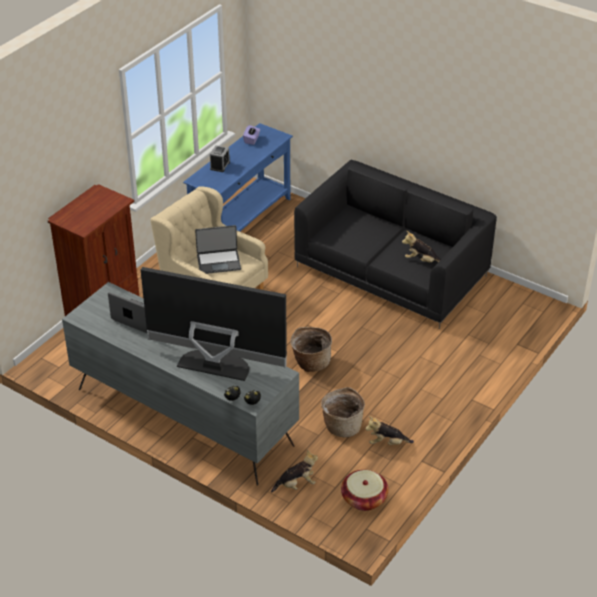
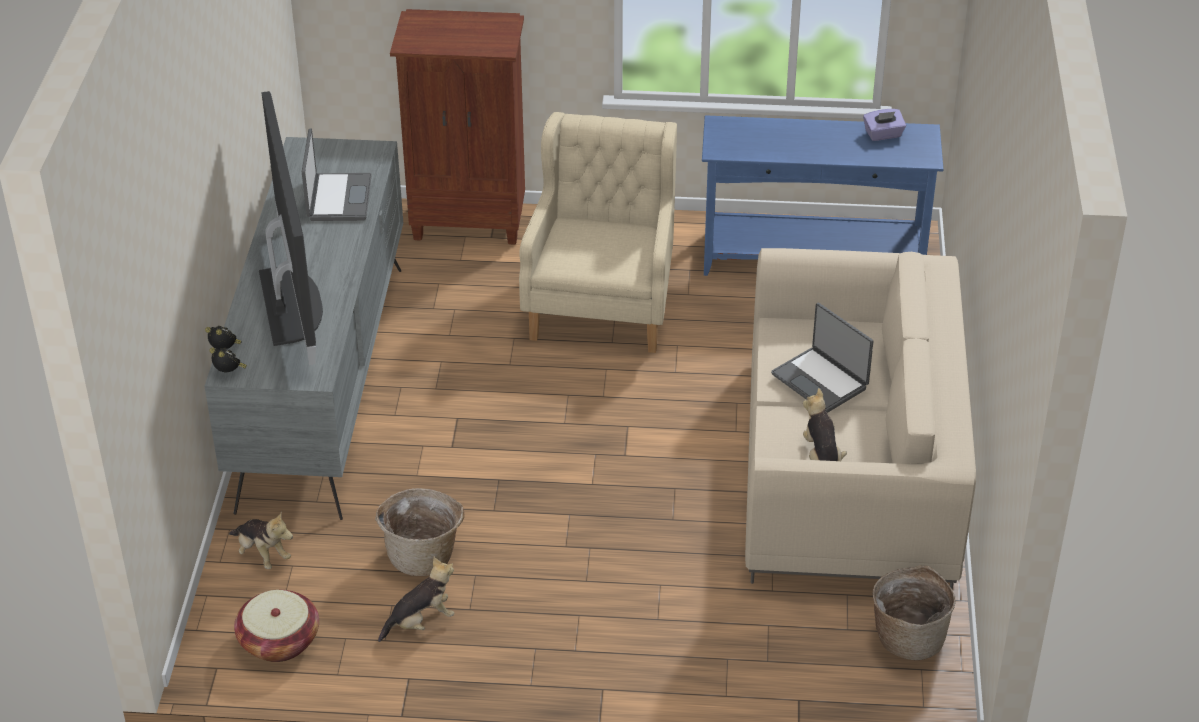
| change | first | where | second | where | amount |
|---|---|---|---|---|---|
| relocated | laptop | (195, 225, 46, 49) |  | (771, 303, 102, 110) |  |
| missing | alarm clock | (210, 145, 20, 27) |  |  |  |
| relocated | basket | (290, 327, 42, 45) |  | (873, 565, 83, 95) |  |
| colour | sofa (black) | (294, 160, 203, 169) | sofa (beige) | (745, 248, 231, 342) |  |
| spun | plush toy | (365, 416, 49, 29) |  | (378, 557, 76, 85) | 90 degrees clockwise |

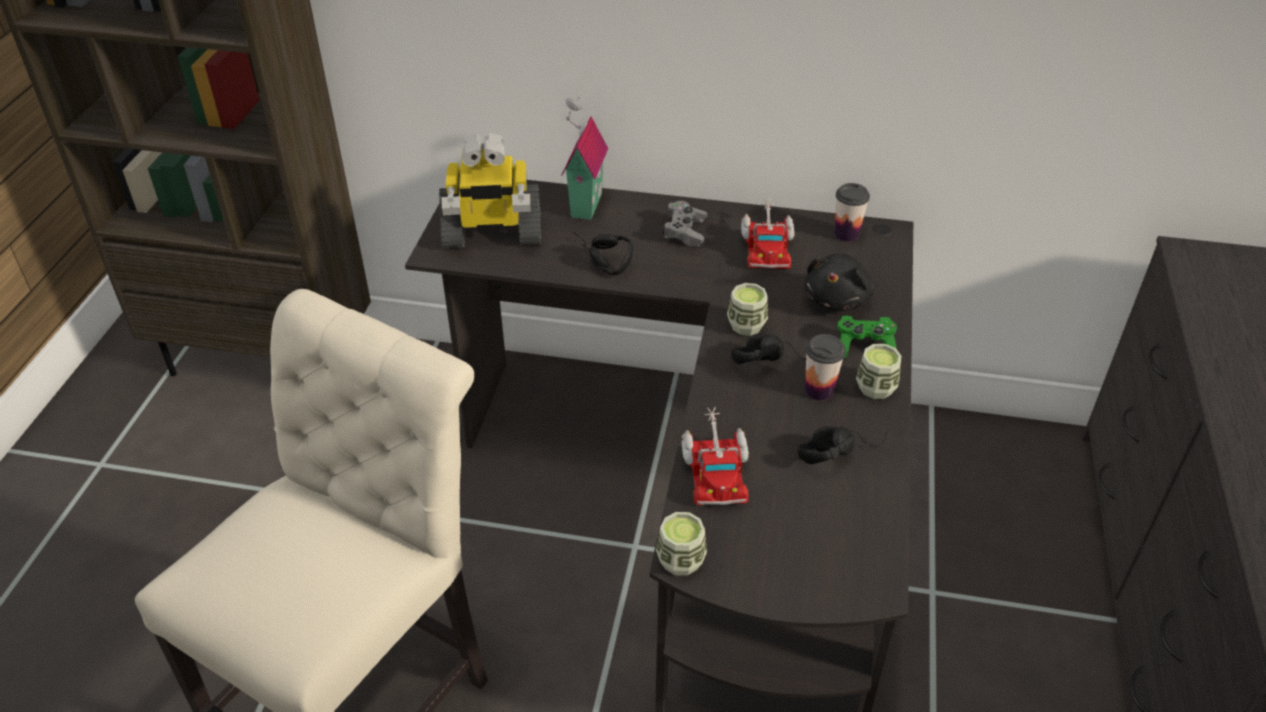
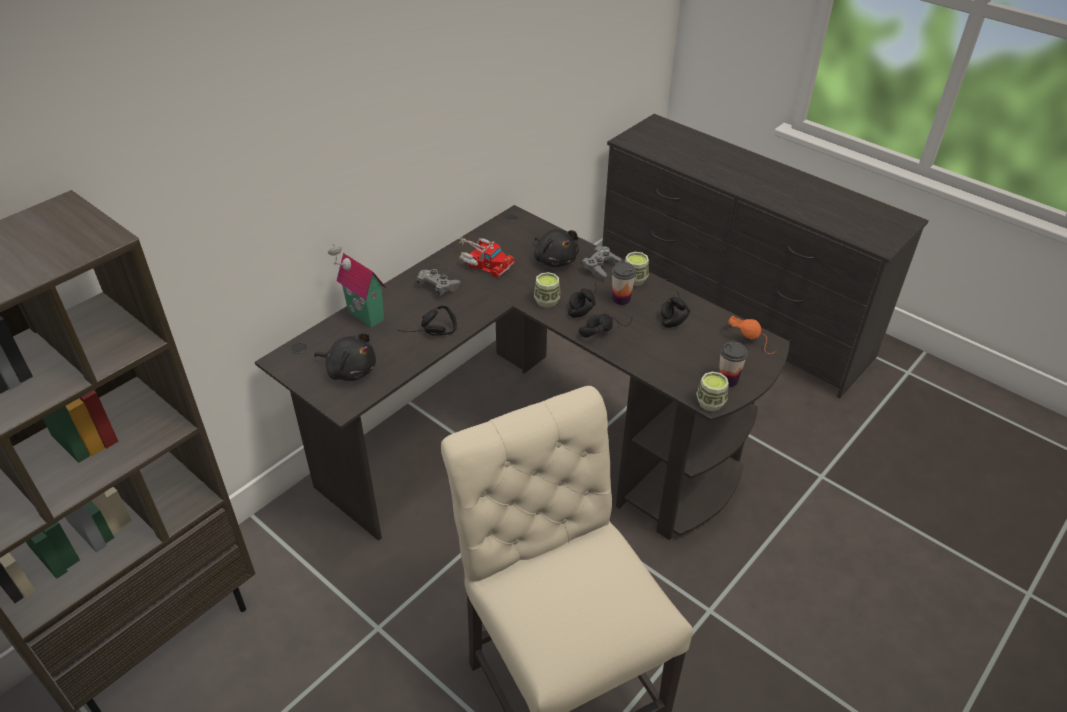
| change | first | where | second | where | amount |
|---|---|---|---|---|---|
| exchanged | toy robot | (439, 132, 102, 116) | plush toy (black) | (314, 333, 62, 48) |  |
| missing | toy truck | (681, 407, 68, 98) |  |  |  |
| relocated | cup | (834, 183, 36, 59) |  | (719, 341, 29, 46) |  |
| colour | game controller (green) | (837, 316, 60, 42) | game controller (grey) | (581, 246, 40, 34) |  |
| appeared |  |  | headphones (black) | (579, 314, 53, 24) |  |
| appeared |  |  | headphones (orange) | (728, 316, 48, 38) |  |

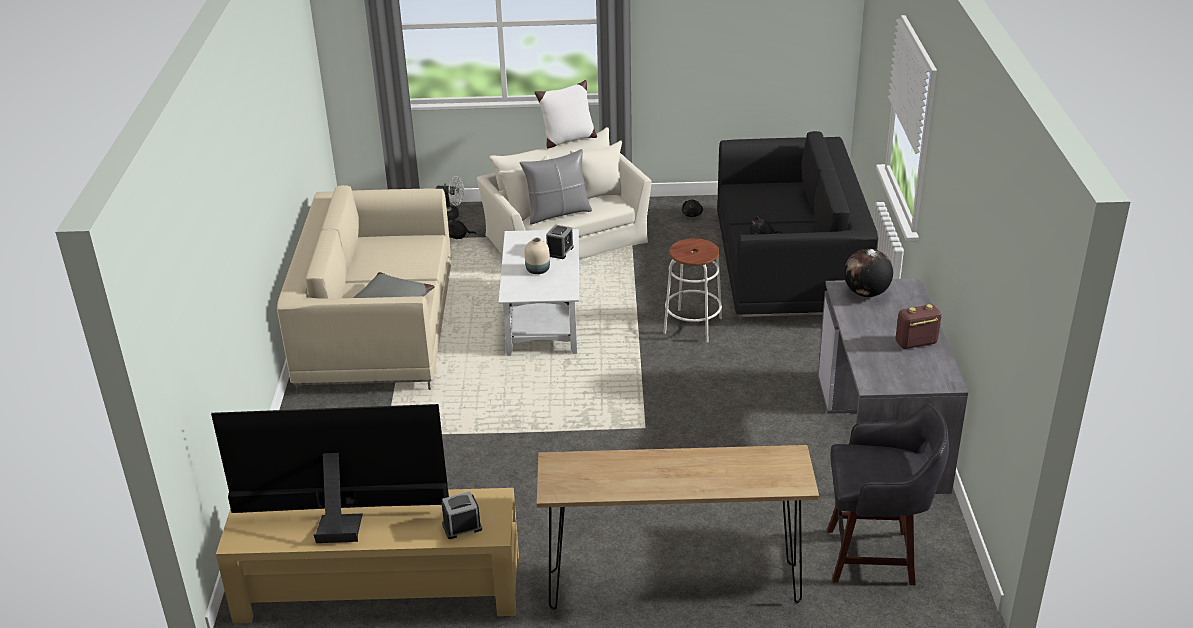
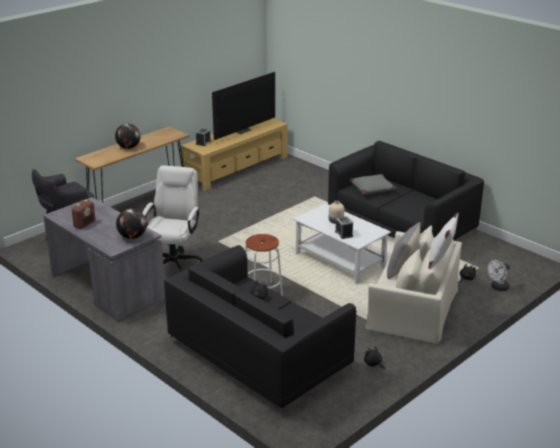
| change | first | where | second | where | amount |
|---|---|---|---|---|---|
| colour | sofa (beige) | (277, 185, 175, 209) | sofa (black) | (328, 141, 156, 100) |  |
| appeared |  |  | globe | (115, 124, 25, 25) |  |
| appeared |  |  | office chair (white) | (142, 166, 62, 106) |  |

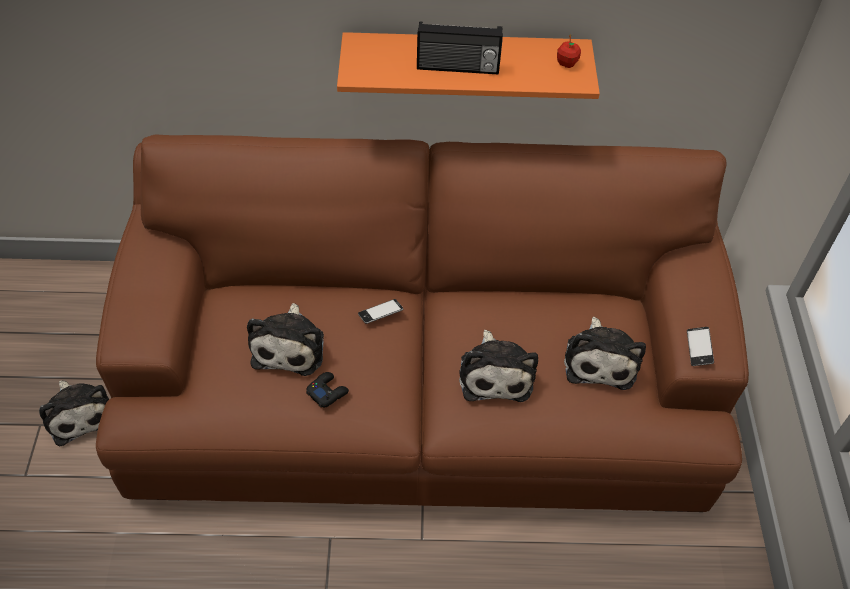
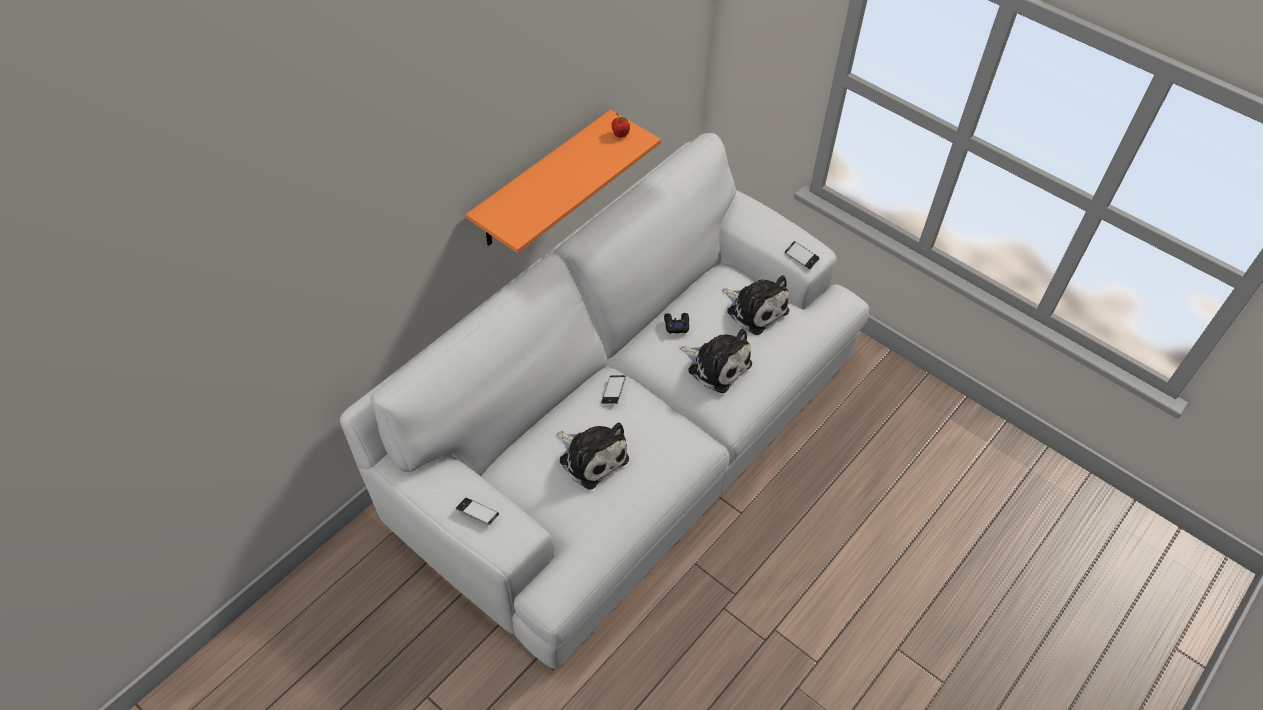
| change | first | where | second | where | amount |
|---|---|---|---|---|---|
| missing | plush toy | (39, 380, 70, 66) |  |  |  |
| colour | sofa (brown) | (96, 135, 653, 377) | sofa (white) | (340, 133, 529, 537) |  |
| relocated | game controller (black) | (306, 372, 43, 36) |  | (664, 313, 25, 20) |  |
| missing | radio | (417, 21, 86, 53) |  |  |  |
| appeared |  |  | phone | (456, 498, 43, 27) |  |

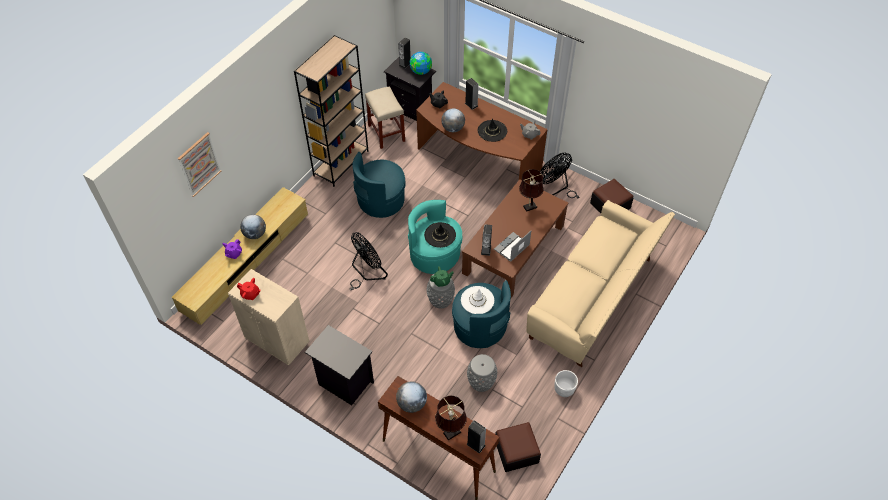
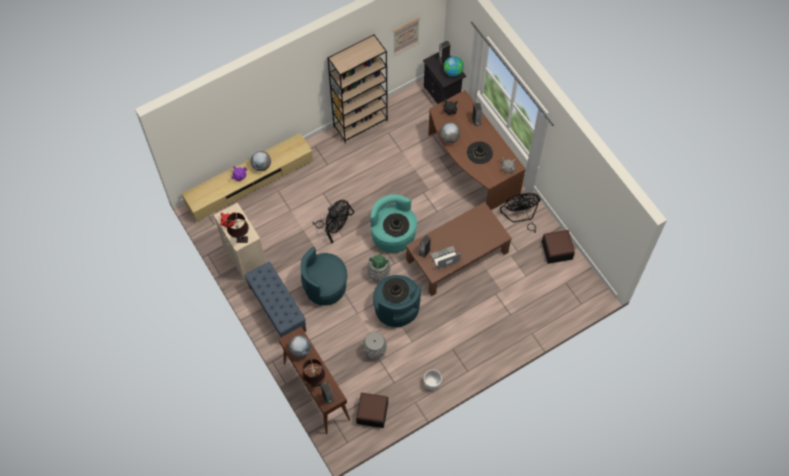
| change | first | where | second | where | amount |
|---|---|---|---|---|---|
| relocated | picture | (178, 132, 43, 65) |  | (393, 17, 27, 39) |  |
| exchanged | nightstand (black) | (305, 325, 69, 81) | bench (blue) | (244, 261, 62, 76) |  |
| spun | fan (black) | (350, 232, 38, 58) |  | (312, 200, 42, 43) | 45 degrees clockwise |
| relocated | armchair (turquoise) | (352, 152, 54, 66) |  | (301, 246, 46, 60) |  |
| missing | stool (beige) | (365, 86, 40, 63) |  |  |  |
| colour | hat (white) | (461, 286, 33, 28) | hat (black) | (382, 278, 27, 25) |  |
| relocated | table lamp (brown) | (519, 169, 25, 43) |  | (227, 213, 22, 30) |  |
| missing | sofa (beige) | (527, 200, 148, 167) |  |  |  |

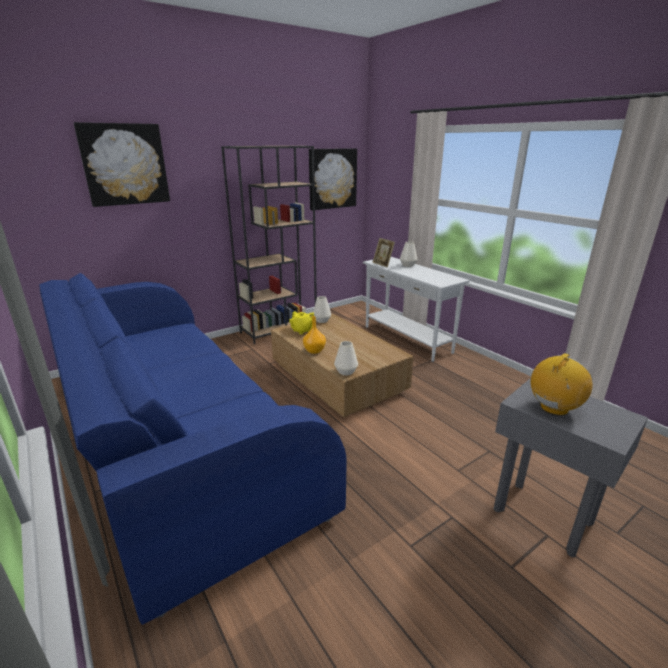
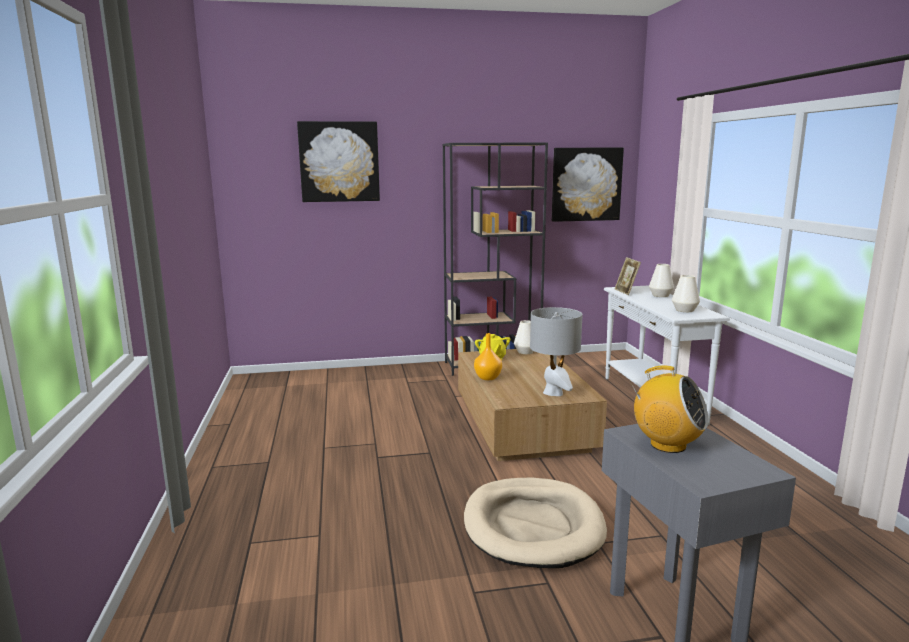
| change | first | where | second | where | amount |
|---|---|---|---|---|---|
| missing | sofa (blue) | (39, 273, 308, 352) |  |  |  |
| relocated | vase (white) | (334, 341, 24, 35) |  | (672, 275, 28, 37) |  |
| spun | radio | (530, 353, 62, 63) |  | (629, 365, 80, 88) | 45 degrees clockwise |
| appeared |  |  | dog bed (beige) | (464, 478, 143, 90) |  |
| appeared |  |  | table lamp (grey) | (530, 307, 53, 89) |  |

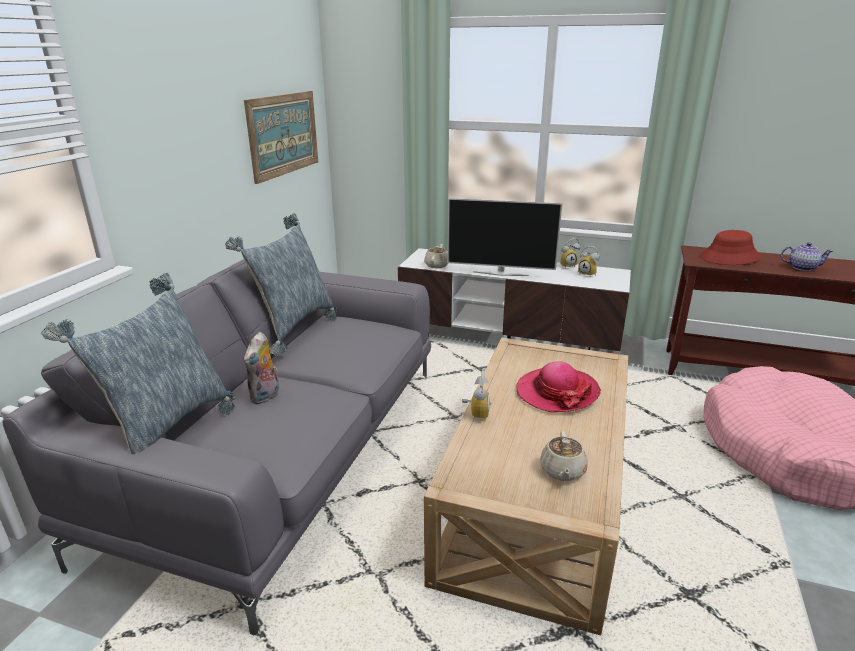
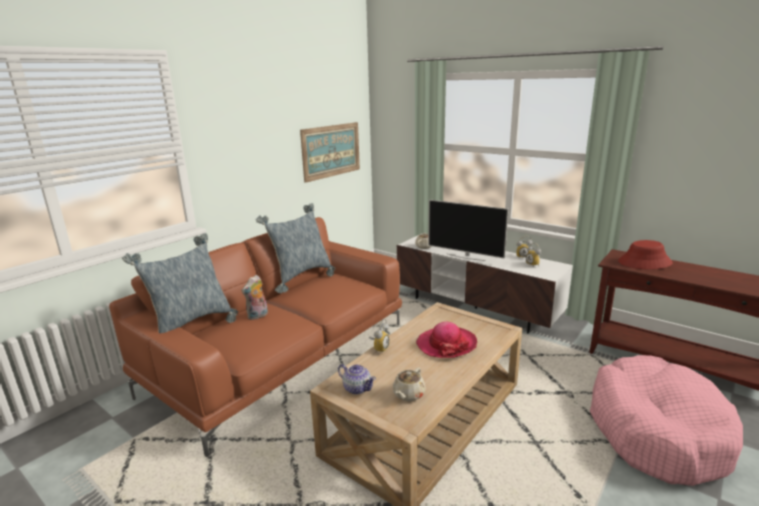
| change | first | where | second | where | amount |
|---|---|---|---|---|---|
| colour | sofa (grey) | (3, 259, 428, 376) | sofa (brown) | (109, 217, 293, 240) |  |
| relocated | teapot | (781, 242, 52, 29) |  | (338, 364, 38, 31) |  |

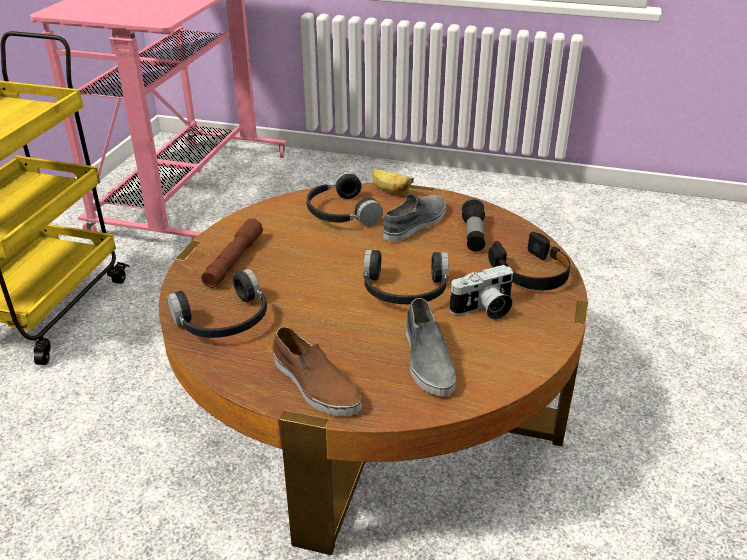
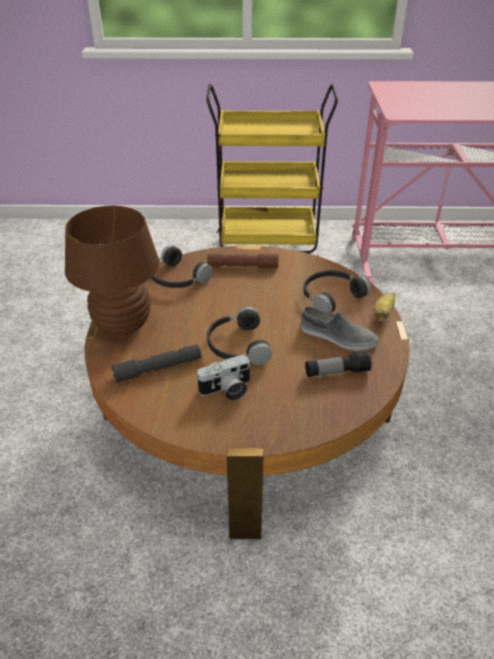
| change | first | where | second | where | amount |
|---|---|---|---|---|---|
| exchanged | shoe (brown) | (273, 327, 89, 89) | table lamp (brown) | (65, 205, 95, 131) |  |
| exchanged | shoe (grey) | (406, 298, 50, 98) | flashlight (grey) | (111, 344, 90, 39) |  |
| spun | photo camera | (449, 265, 64, 55) |  | (196, 355, 55, 46) | 75 degrees counterclockwise |
| missing | headphones (black) | (488, 232, 83, 58) |  |  |  |

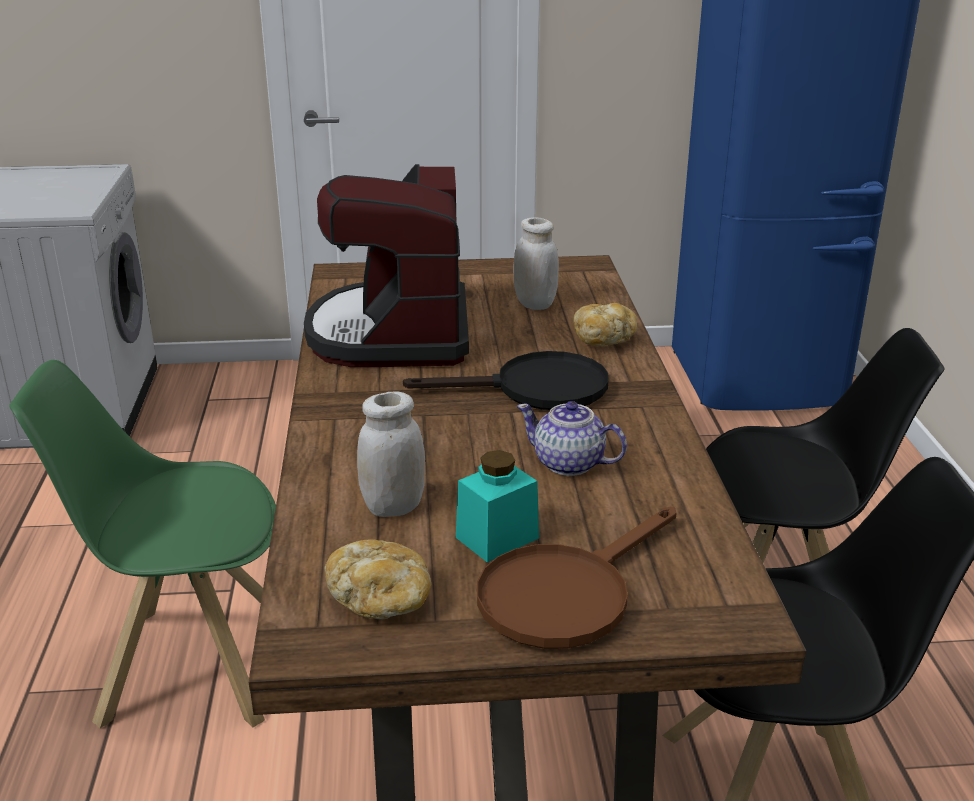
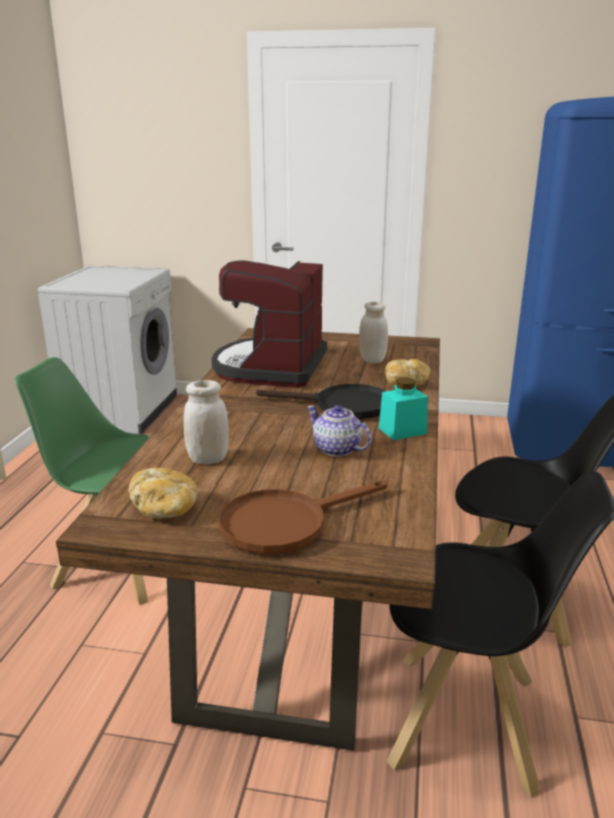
| change | first | where | second | where | amount |
|---|---|---|---|---|---|
| relocated | jar (turquoise) | (456, 450, 83, 113) |  | (379, 377, 49, 63) |  |

